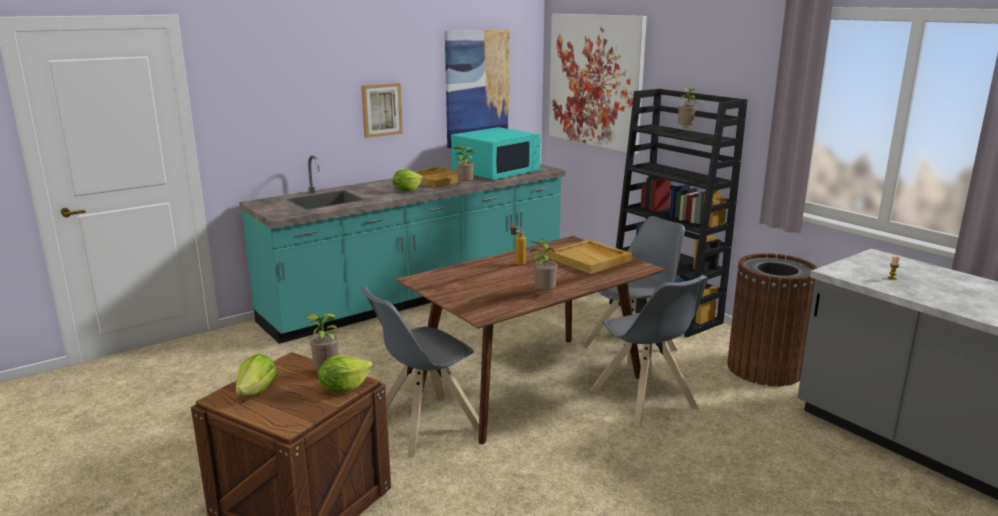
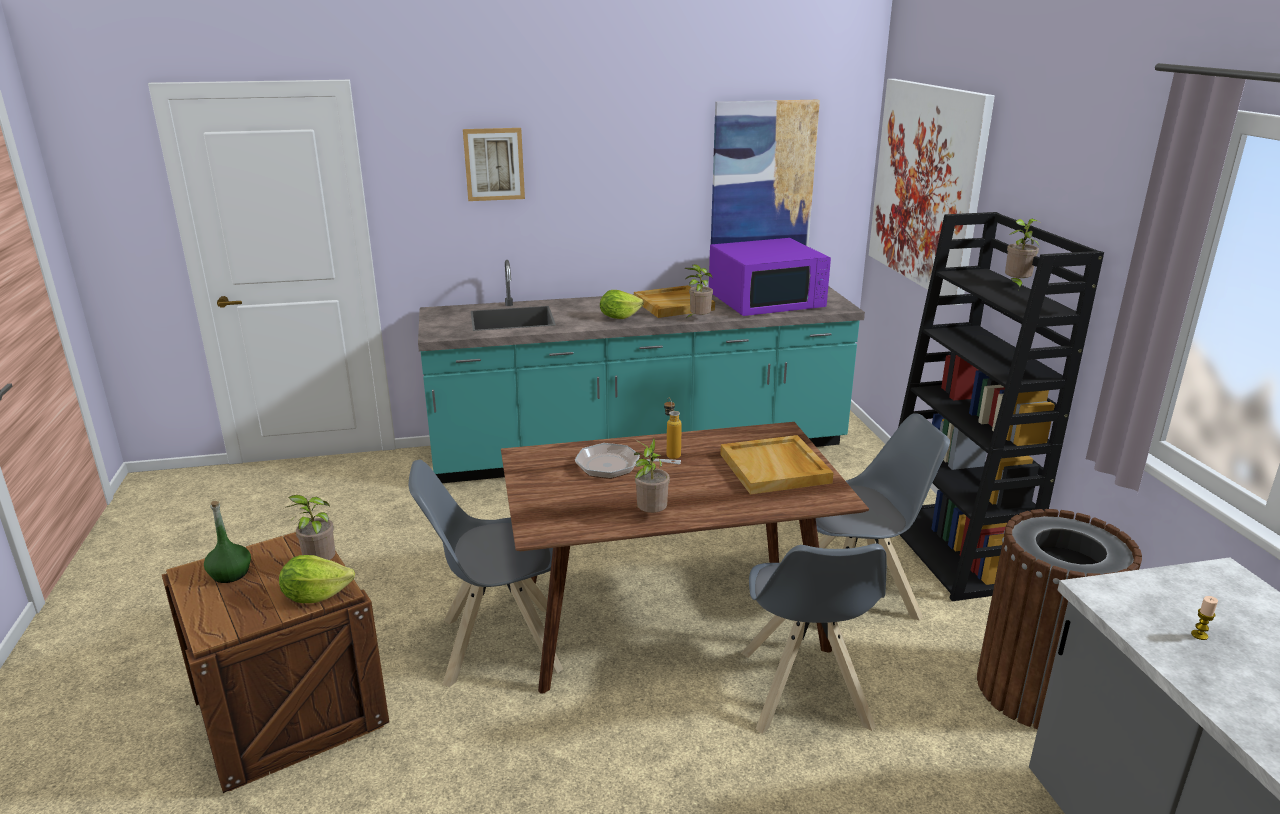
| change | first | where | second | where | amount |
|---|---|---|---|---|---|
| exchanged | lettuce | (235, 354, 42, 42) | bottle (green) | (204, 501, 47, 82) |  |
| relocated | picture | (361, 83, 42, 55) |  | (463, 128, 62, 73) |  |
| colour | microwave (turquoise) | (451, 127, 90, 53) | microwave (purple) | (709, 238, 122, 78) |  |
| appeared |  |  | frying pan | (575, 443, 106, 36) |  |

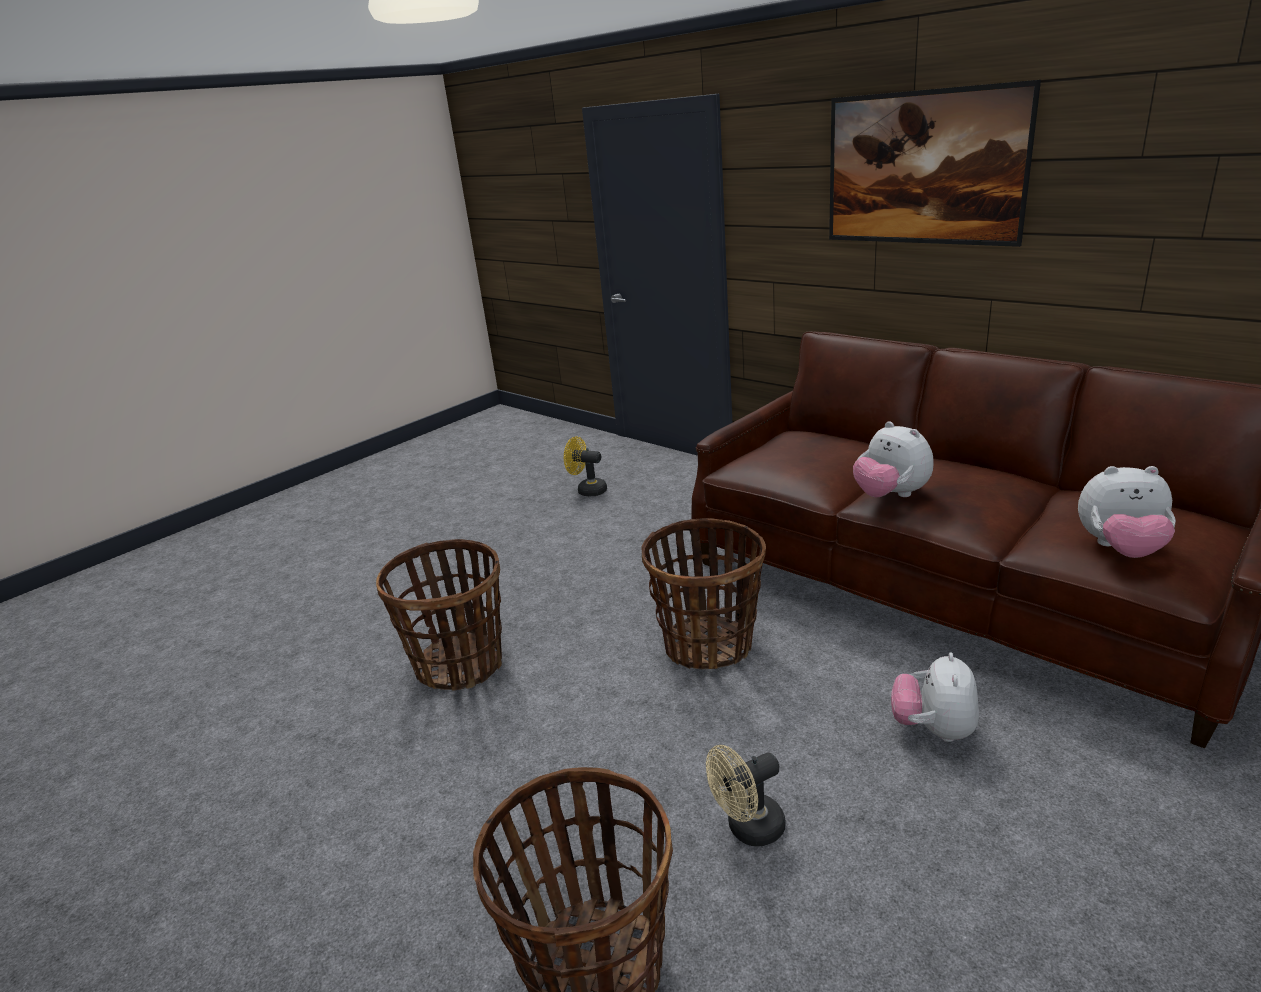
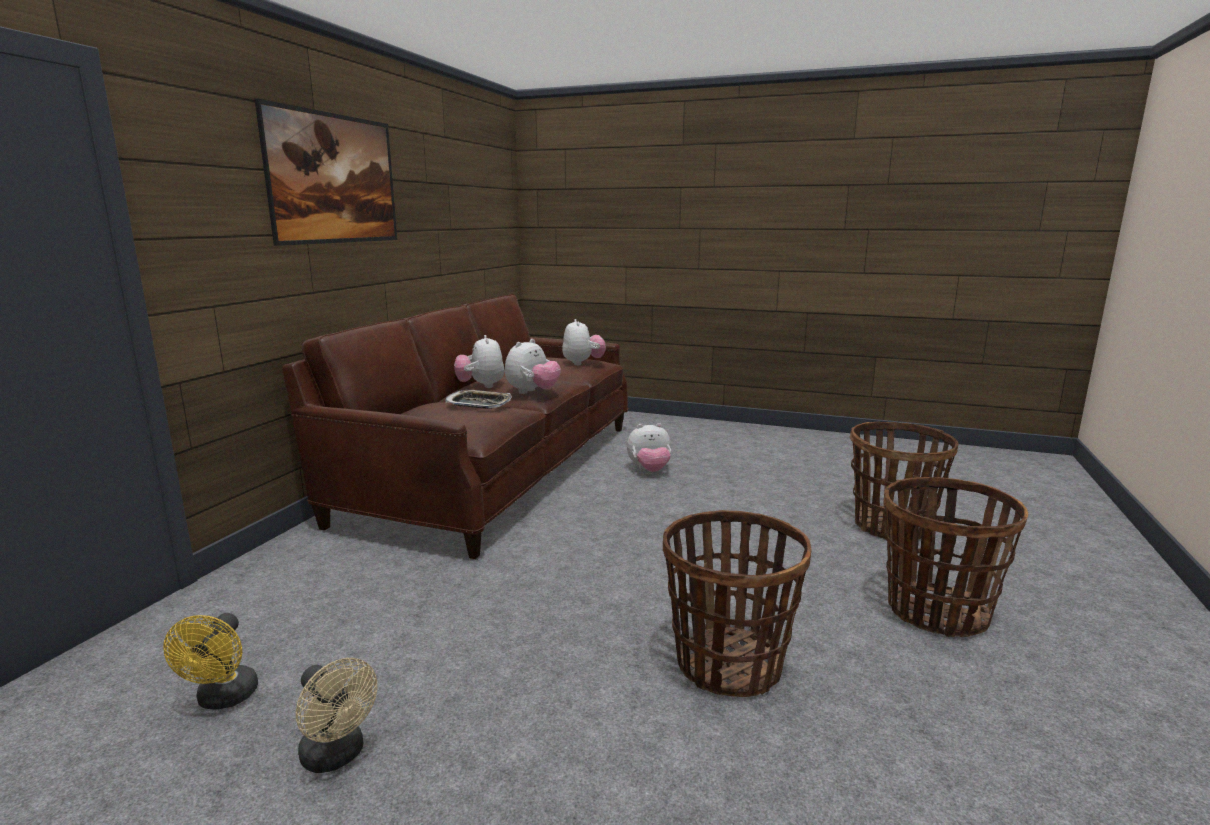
| change | first | where | second | where | amount |
|---|---|---|---|---|---|
| relocated | basket | (641, 518, 125, 151) |  | (884, 477, 144, 160) |  |
| relocated | fan (beige) | (706, 745, 79, 101) |  | (296, 658, 81, 115) |  |
| appeared |  |  | tray | (445, 390, 67, 19) |  |
| appeared |  |  | plush toy | (454, 335, 50, 53) |  |

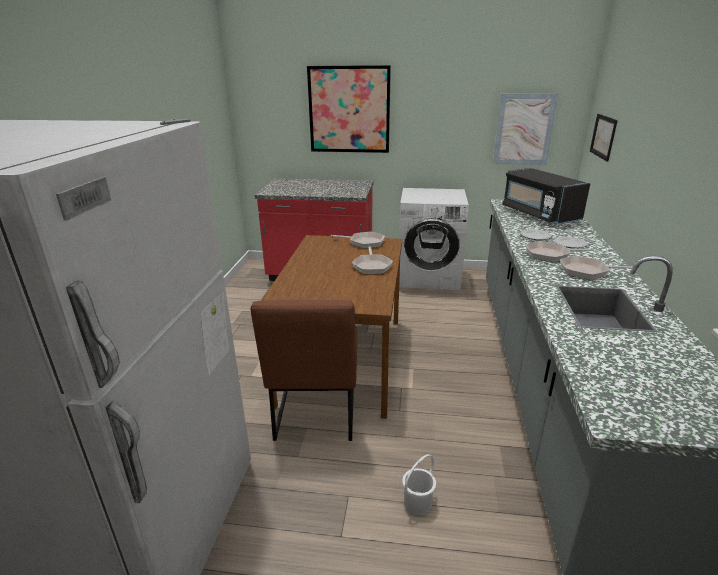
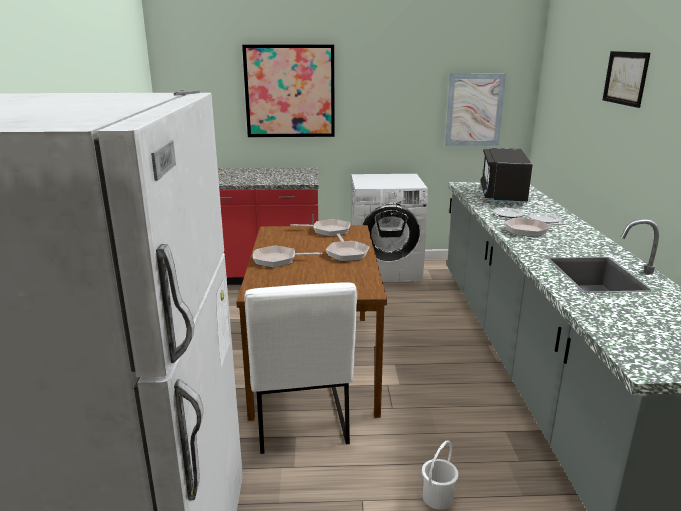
| change | first | where | second | where | amount |
|---|---|---|---|---|---|
| colour | chair (brown) | (251, 300, 106, 141) | chair (white) | (244, 282, 113, 172) |  |
| spun | microwave (black) | (502, 168, 88, 57) |  | (481, 148, 51, 56) | 45 degrees clockwise |
| relocated | frying pan | (560, 256, 73, 24) |  | (253, 246, 69, 22) |  |
| relocated | picture | (590, 114, 28, 48) |  | (603, 51, 47, 57) |  |

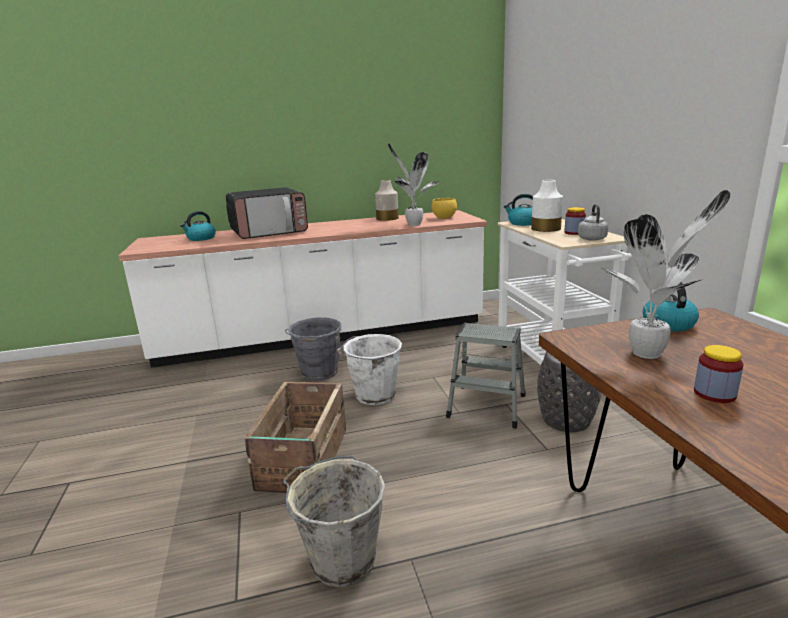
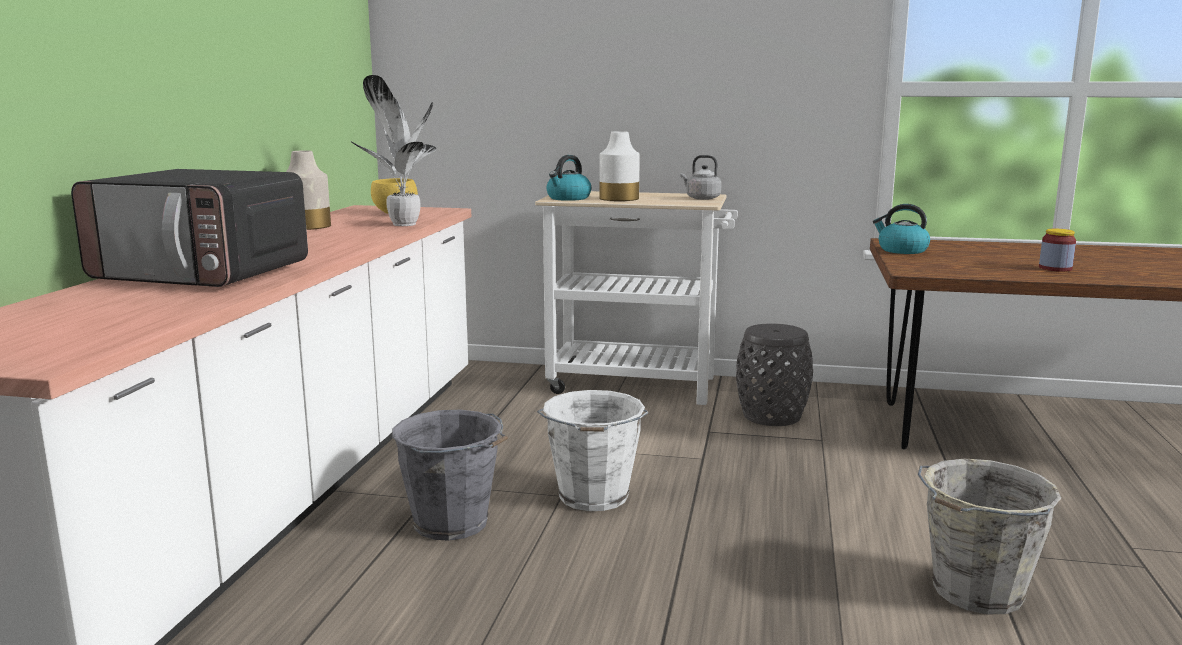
| change | first | where | second | where | amount |
|---|---|---|---|---|---|
| missing | kettle | (180, 211, 36, 30) |  |  |  |
| spun | microwave | (226, 187, 82, 52) |  | (71, 169, 237, 118) | 105 degrees clockwise |
| missing | crate | (244, 382, 102, 111) |  |  |  |
| missing | step ladder (grey) | (446, 322, 80, 107) |  |  |  |
| missing | jar | (565, 207, 21, 28) |  |  |  |
| missing | potted plant | (601, 190, 129, 169) |  |  |  |

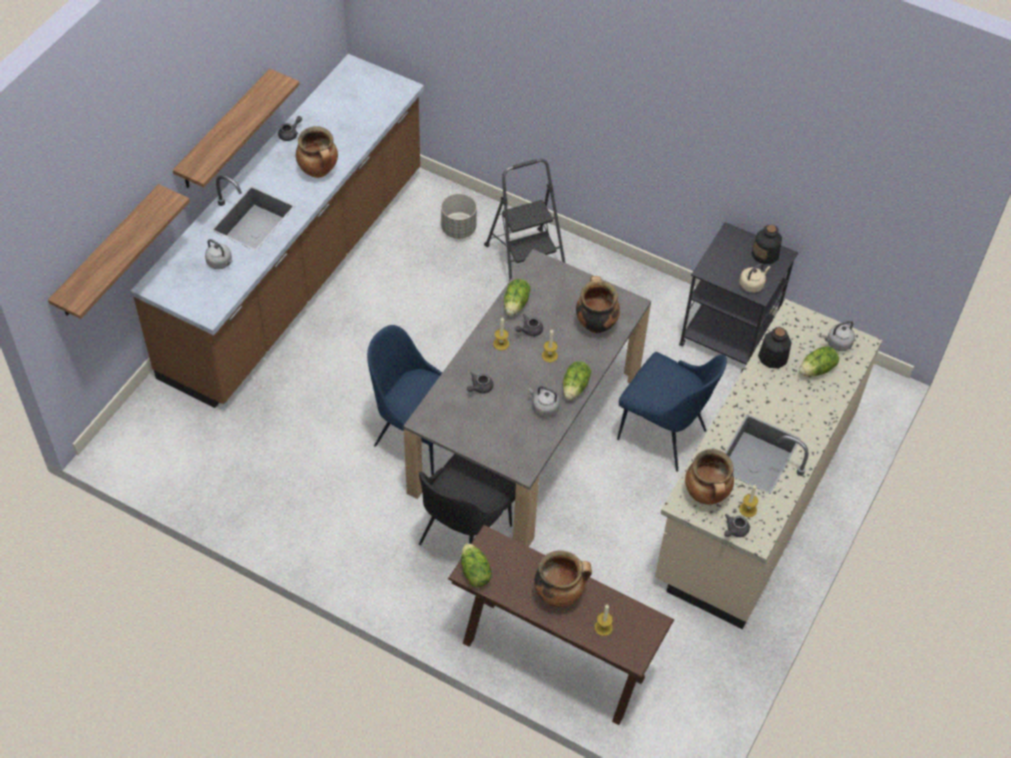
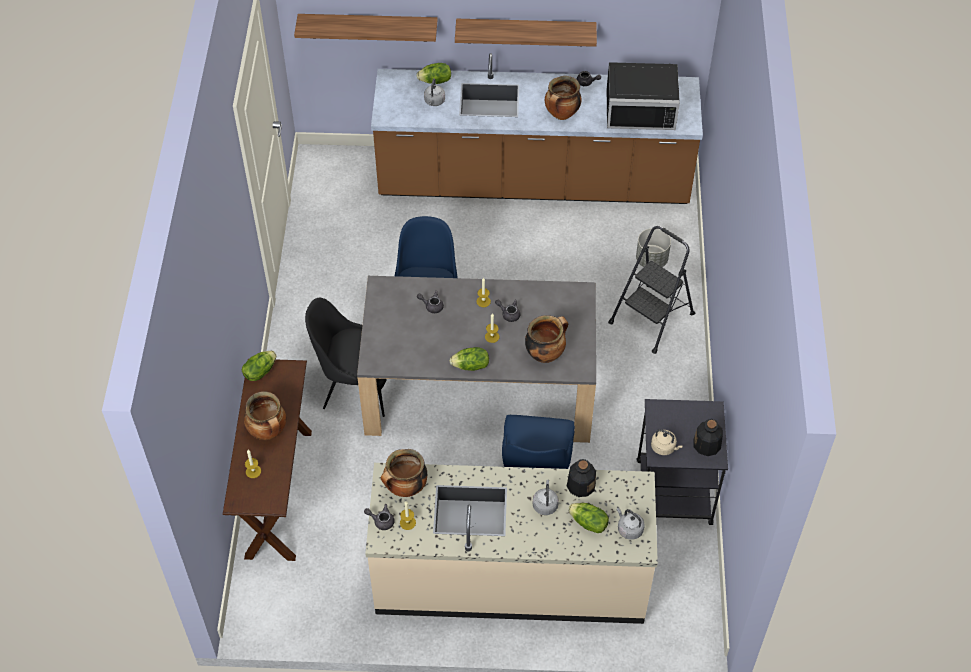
| change | first | where | second | where | amount |
|---|---|---|---|---|---|
| relocated | lettuce | (504, 279, 27, 37) |  | (417, 63, 34, 21) |  |
| relocated | kettle (grey) | (528, 386, 32, 31) |  | (533, 480, 26, 35) |  |
| appeared |  |  | microwave (black) | (607, 62, 73, 68) |  |

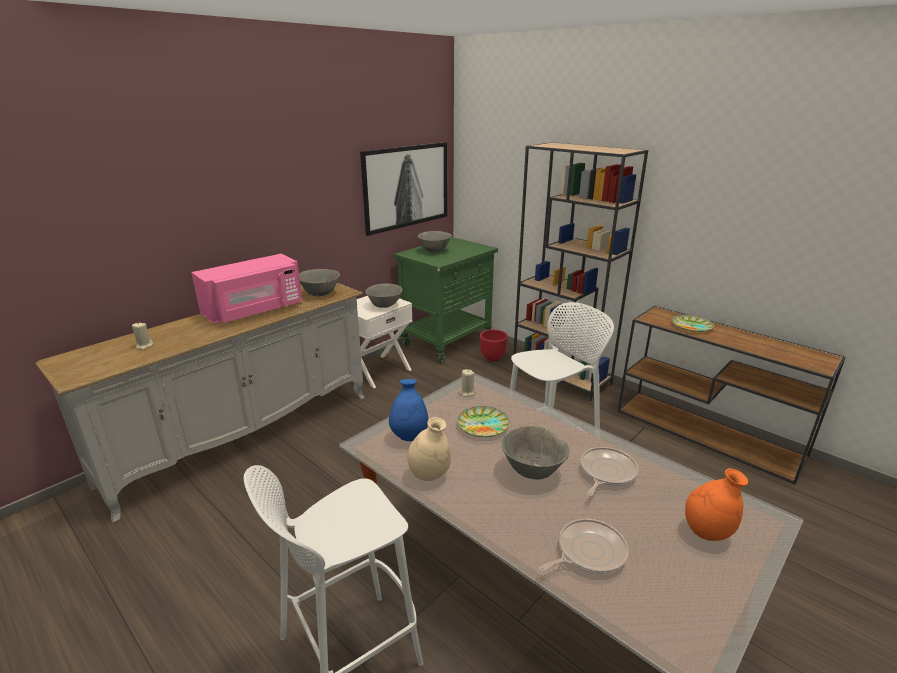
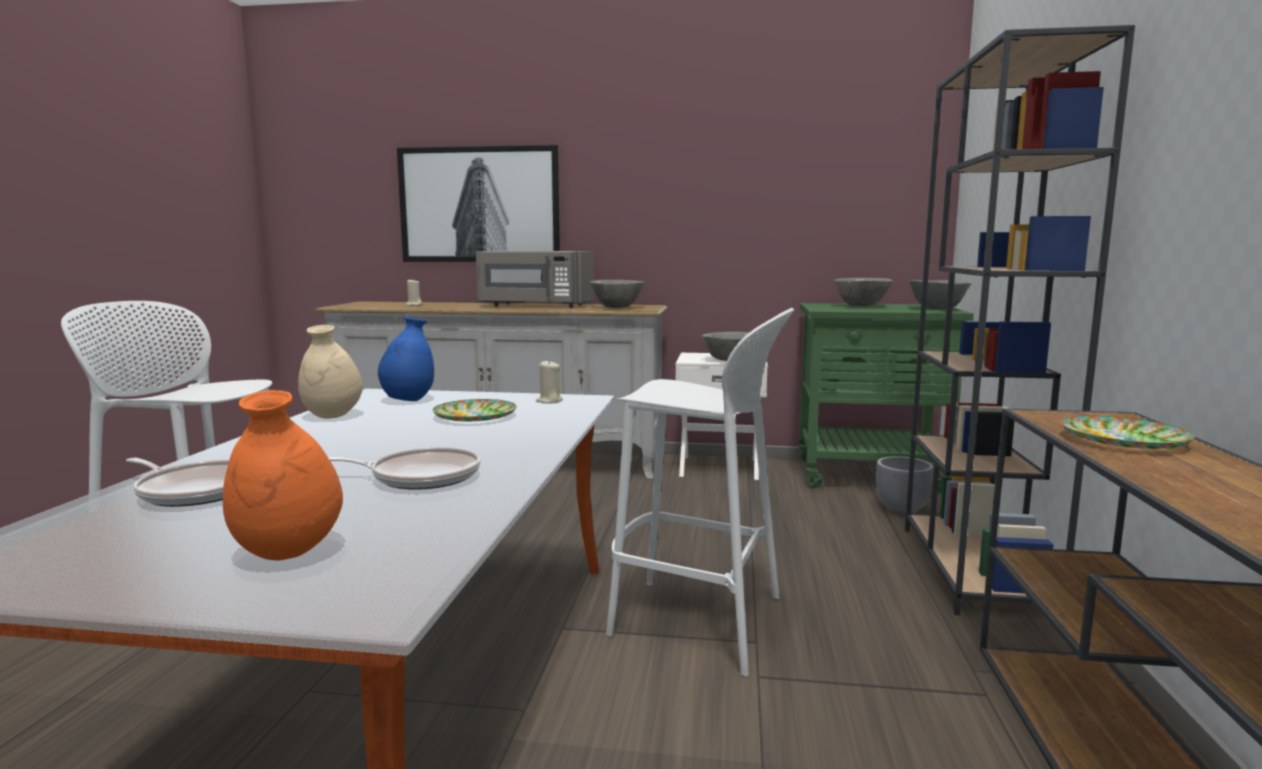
| change | first | where | second | where | amount |
|---|---|---|---|---|---|
| colour | microwave (pink) | (191, 254, 111, 70) | microwave (grey) | (476, 251, 118, 57) |  |
| relocated | picture | (360, 142, 87, 94) |  | (397, 145, 163, 117) |  |
| colour | planter (red) | (480, 330, 28, 31) | planter (grey) | (876, 456, 58, 59) |  |
| relocated | bowl (grey) | (501, 426, 69, 53) |  | (909, 280, 63, 30) |  |

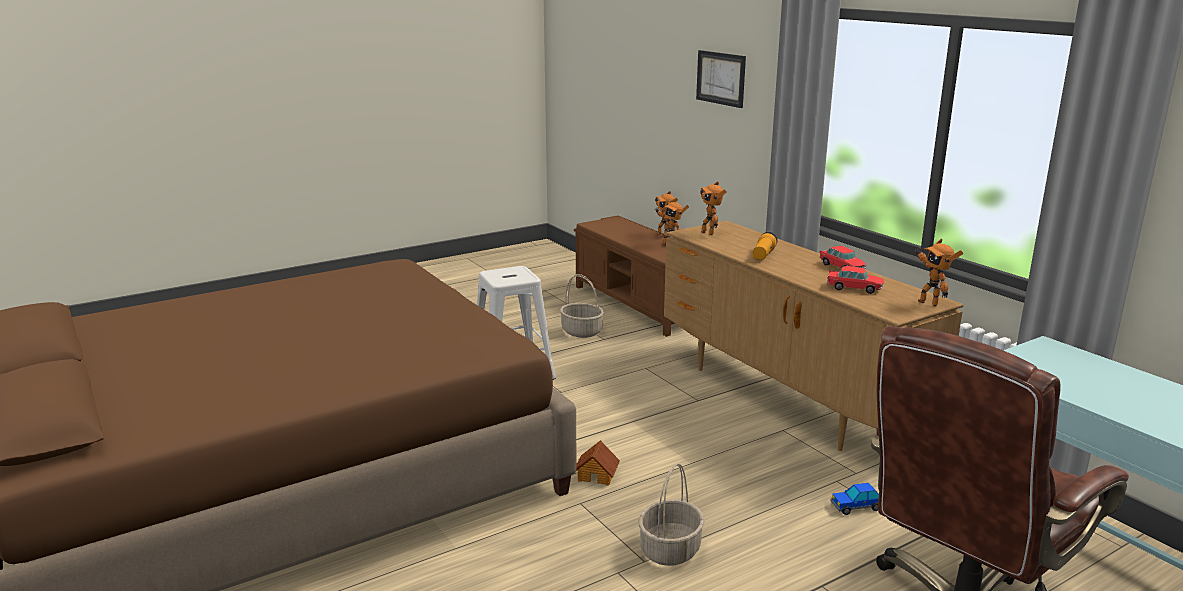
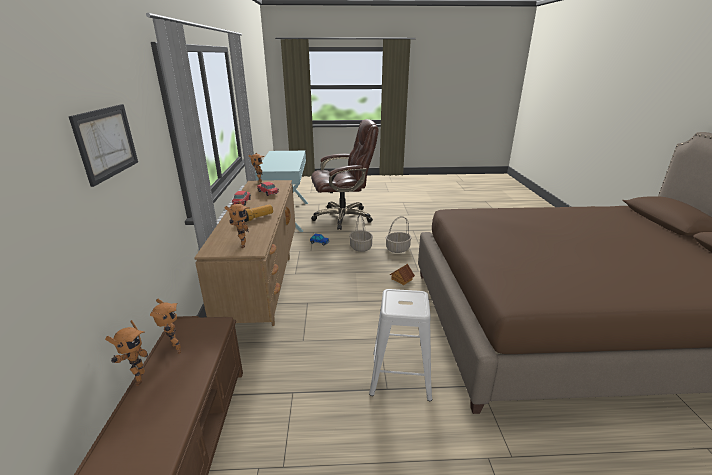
| change | first | where | second | where | amount |
|---|---|---|---|---|---|
| relocated | basket | (560, 274, 44, 64) |  | (349, 215, 24, 37) |  |

